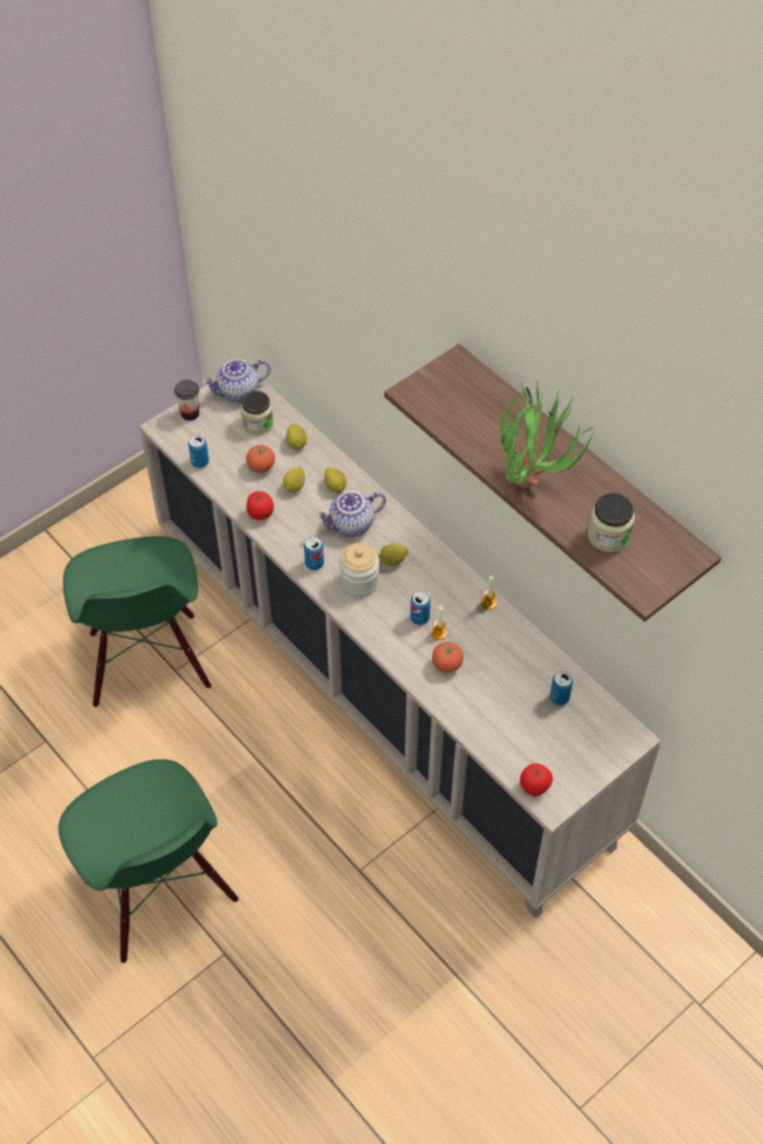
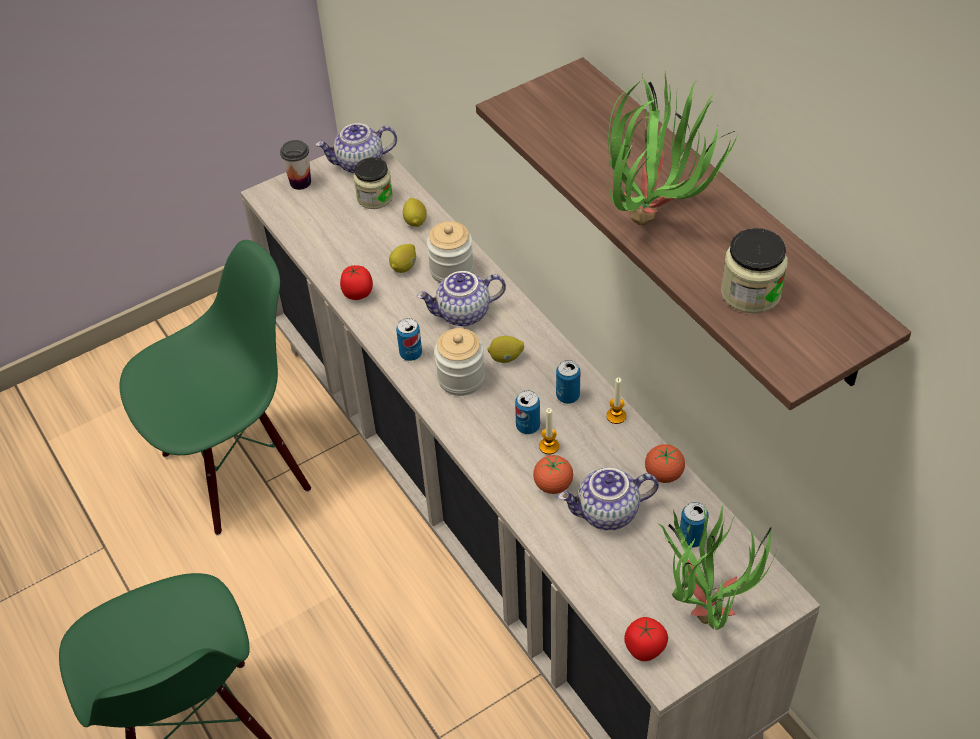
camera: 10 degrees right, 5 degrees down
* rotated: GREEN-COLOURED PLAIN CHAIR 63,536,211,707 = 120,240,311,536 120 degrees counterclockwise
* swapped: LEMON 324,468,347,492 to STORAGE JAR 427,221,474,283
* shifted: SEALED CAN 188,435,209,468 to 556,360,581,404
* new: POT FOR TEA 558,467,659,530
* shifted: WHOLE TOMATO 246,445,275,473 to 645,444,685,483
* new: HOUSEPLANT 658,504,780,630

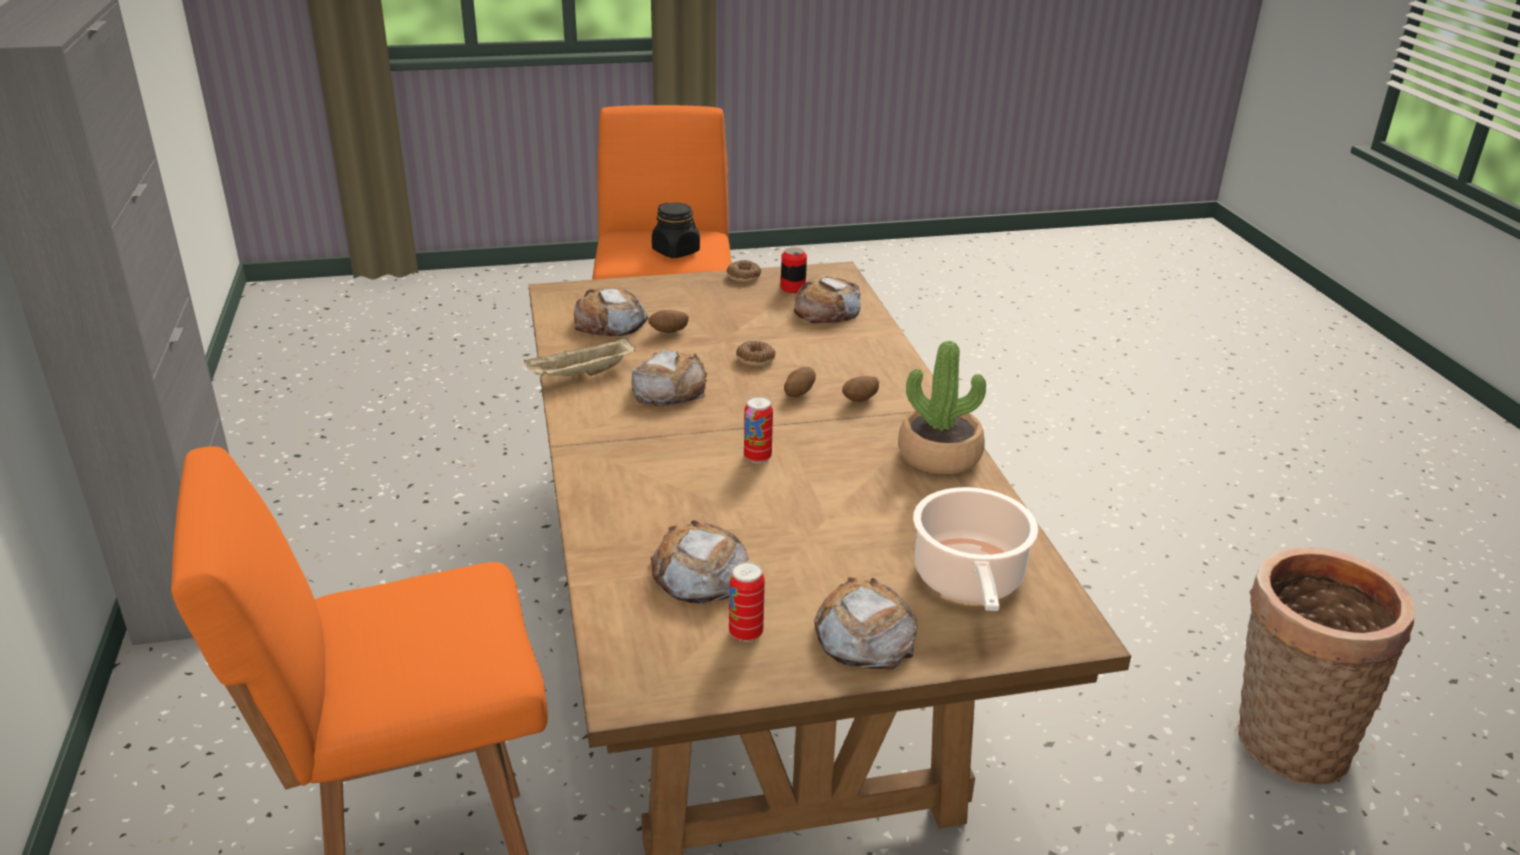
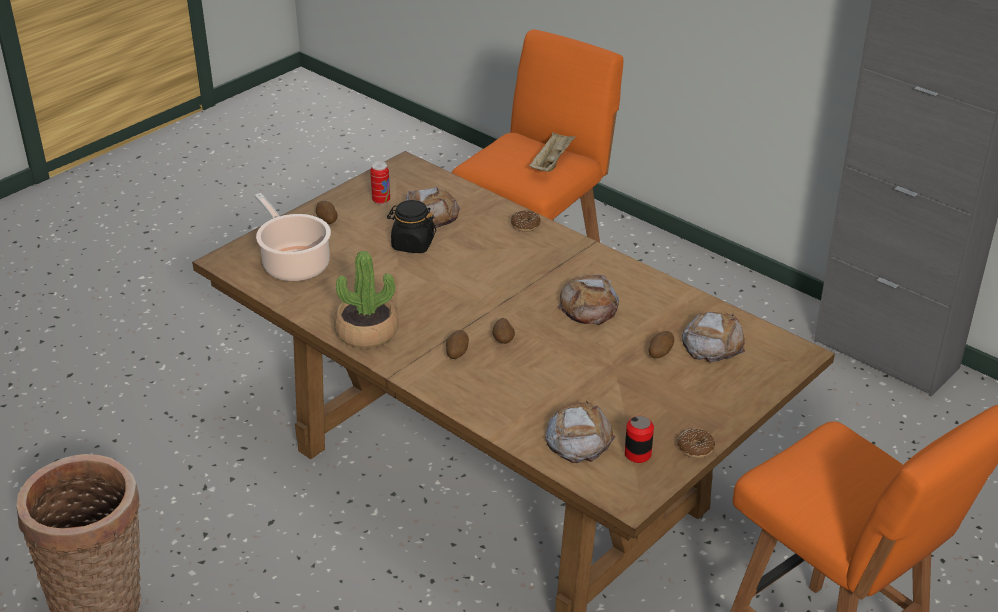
camera: 145 degrees right, 5 degrees up
* swapped: BAKERY BREAD 814,577,918,670 to POTATO 316,201,338,224
* shifted: BLACK STORAGE JAR 652,203,700,258 to 387,200,436,253
* shifted: DOUGHNUT 736,341,776,366 to 511,210,541,232
* shifted: BEIGE TRAY 524,336,636,376 to 529,132,576,172
* gone: SEALED CAN 744,396,773,463

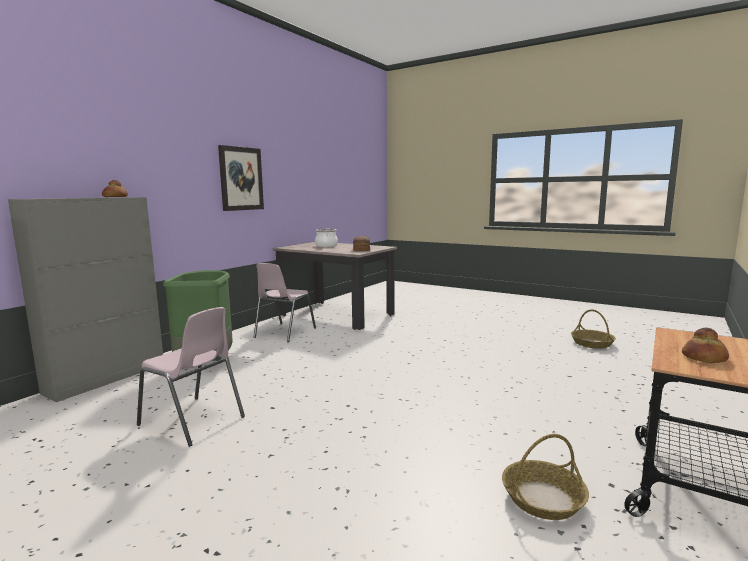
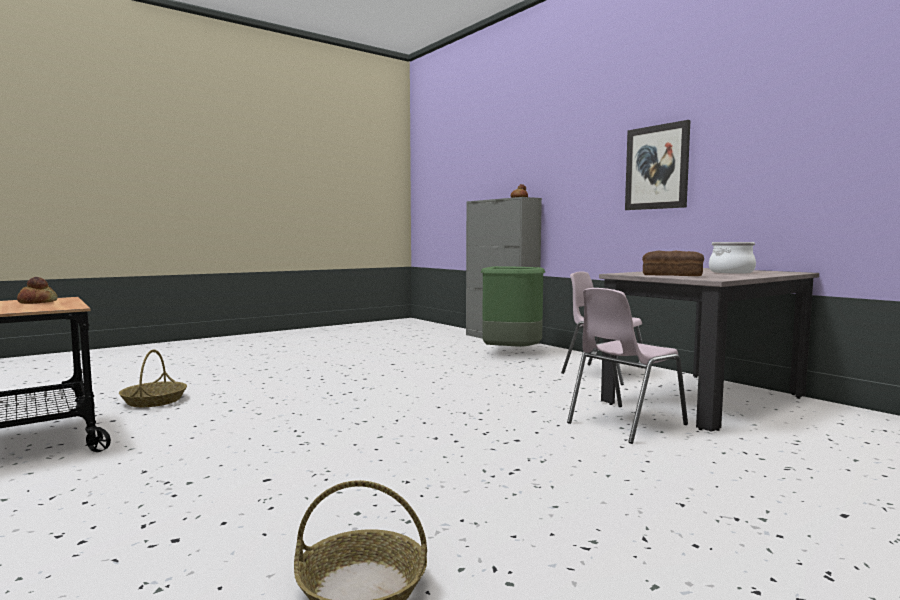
camera: 110 degrees right, 5 degrees down
* shifted: PINK-COLOURED PLAIN CHAIR 137,307,245,447 to 567,288,688,444

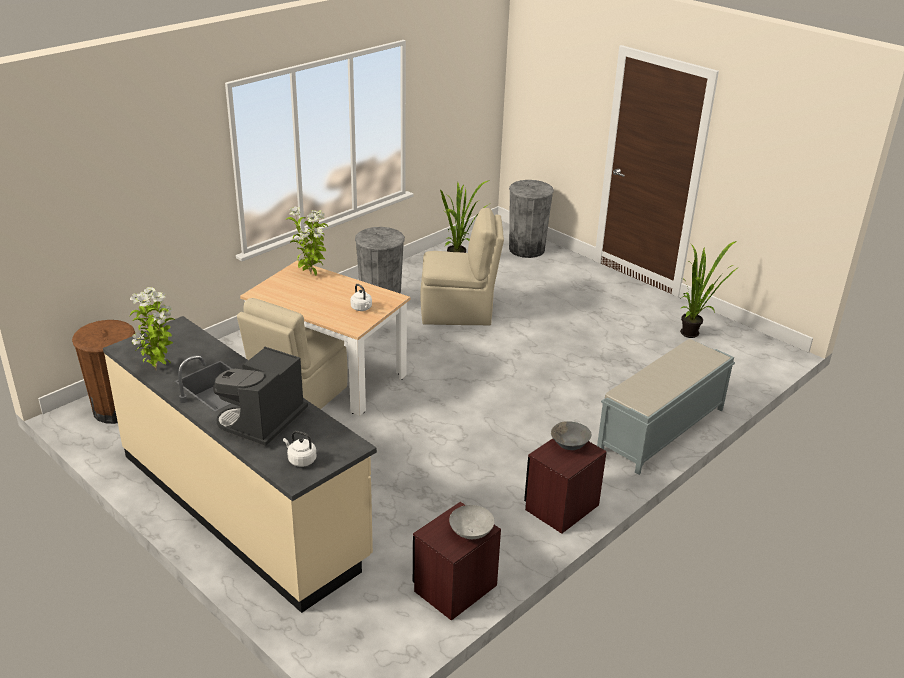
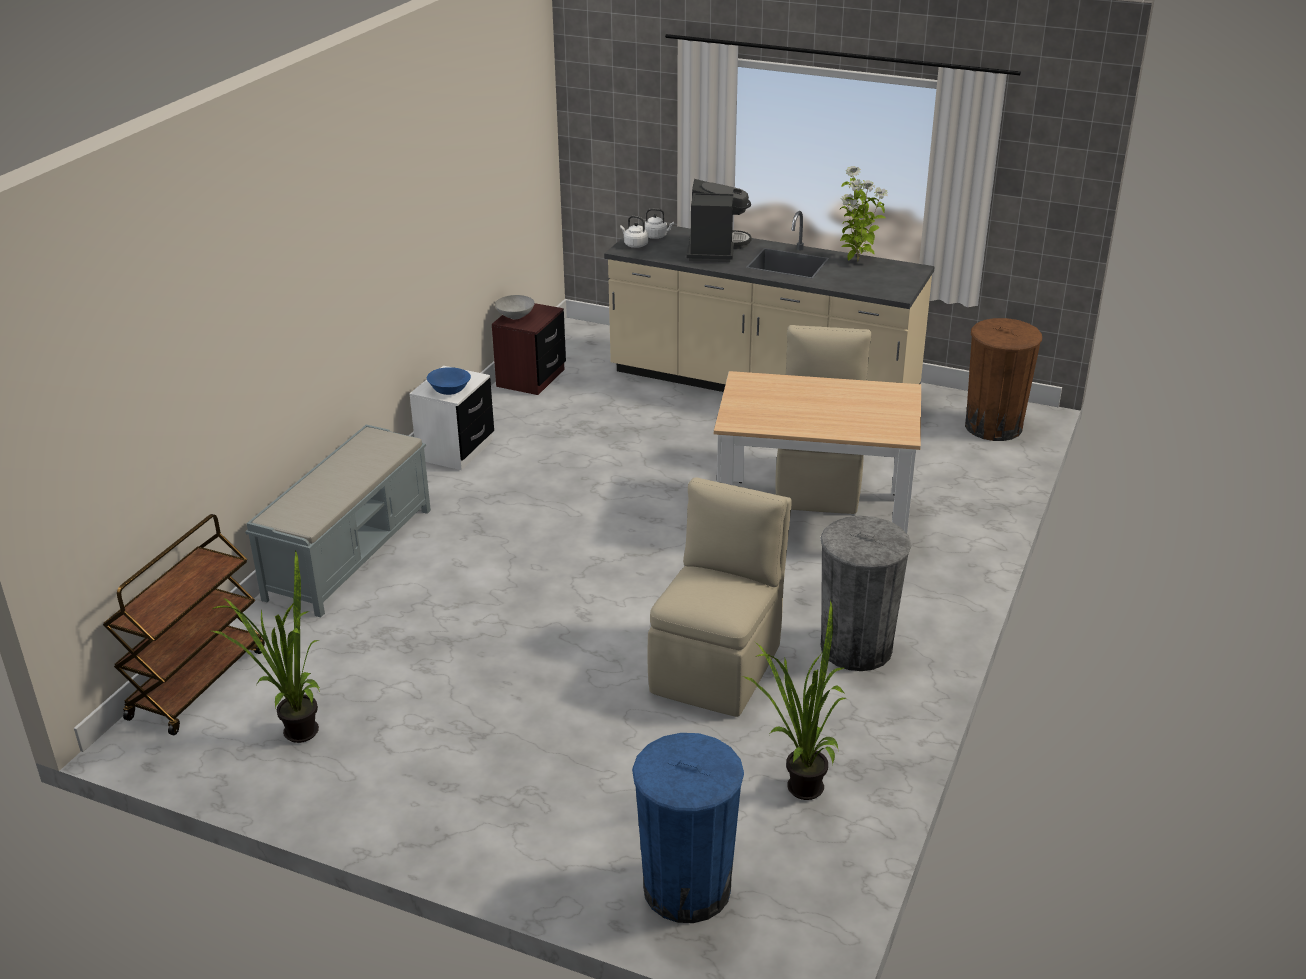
camera: 160 degrees right, 0 degrees up
* new: BROWN TROLLEY 103,514,265,735
* repainted: BROWN BEDSIDE TABLE 524,438,607,534 to WHITE-COLOURED BEDSIDE TABLE 410,366,494,470
* repainted: GRAY SERVING BOWL 551,421,591,450 to BLUISH SERVING BOWL 427,367,471,395
* shifted: WHITE-COLOURED WATER KETTLE 350,284,372,311 to 620,216,648,248
* repainted: GRAY RUBBISH BIN 509,180,554,258 to BLUISH RUBBISH BIN 632,733,744,923
* rotated: BEIGE PLAIN CHAIR 420,208,504,325 = 648,477,792,717 135 degrees clockwise
* gone: HOUSEPLANT 287,207,328,276

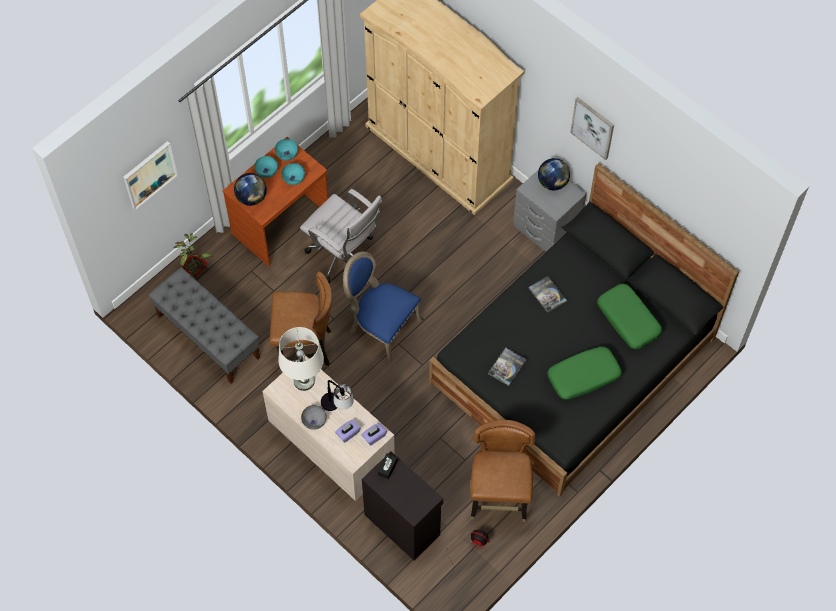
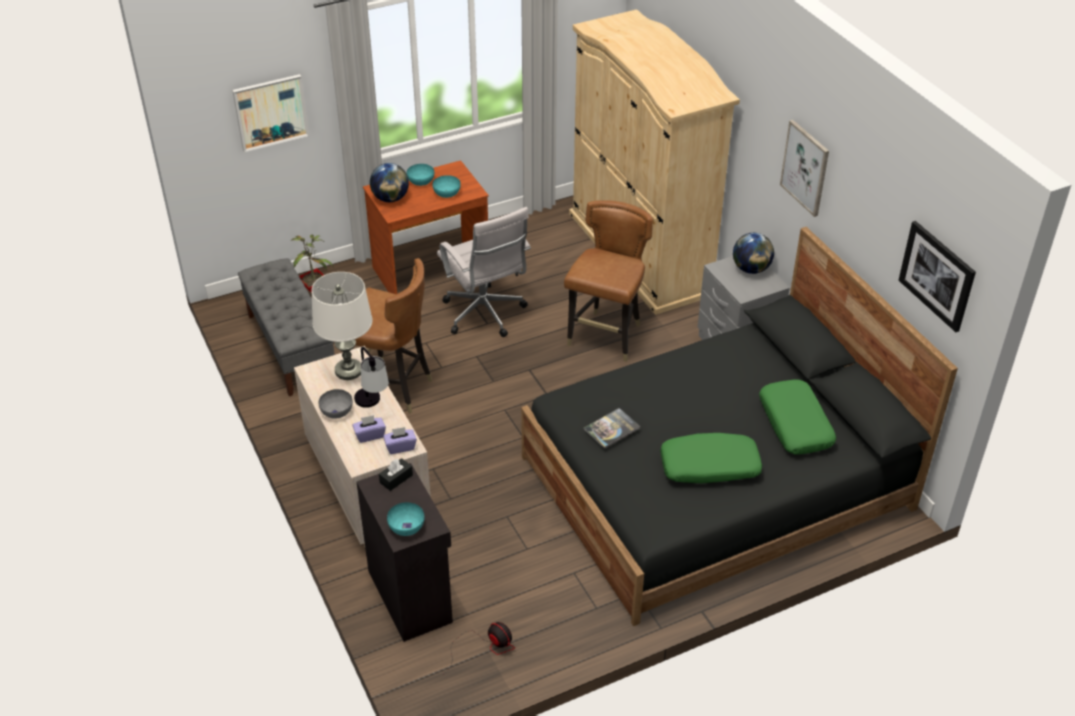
camera: 20 degrees right, 20 degrees down
* shifted: TURQUOISE SERVING BOWL 275,139,298,161 to 387,502,424,536
* shifted: BROWN PLAIN CHAIR 471,420,535,522 to 564,200,653,362
* new: PICTURE 898,221,976,332
* gone: BLUISH PLAIN CHAIR 343,252,422,363
* gone: BOOK 528,276,567,313

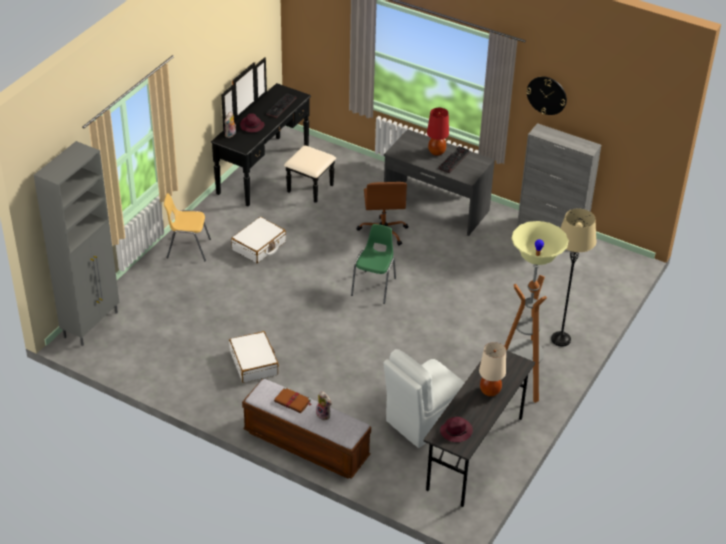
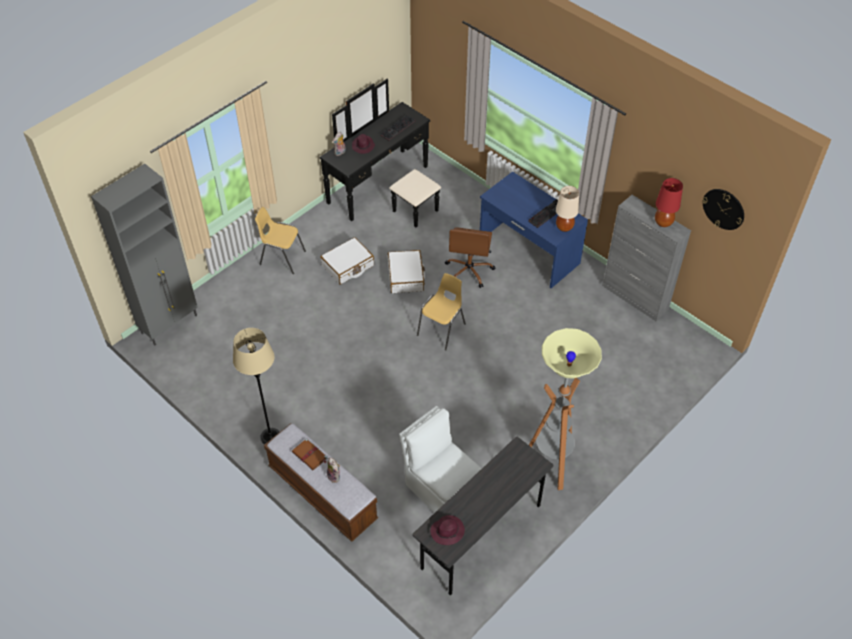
camera: 15 degrees right, 10 degrees up
* shifted: BEIGE STANDARD LAMP 551,208,596,347 to 233,328,279,444
* shifted: WHITE-COLOURED SUITCASE 229,331,279,383 to 388,250,425,293
* rotated: WHITE-COLOURED PLAIN CHAIR 383,349,465,448 = 399,406,481,513 75 degrees clockwise
* repainted: GREEN-COLOURED PLAIN CHAIR 351,224,396,304 to YELLOW PLAIN CHAIR 417,273,466,351
* repainted: GRAY DESK 384,129,495,236 to BLUISH DESK 480,171,588,288
* shifted: BEIGE LAMP FOR A TABLE 479,342,506,397 to 556,186,579,232
* shifted: REDDISH LAMP FOR A TABLE 427,108,449,156 to 655,178,683,227
* shifted: HANGING CLOCK 526,76,567,115 to 702,189,744,230

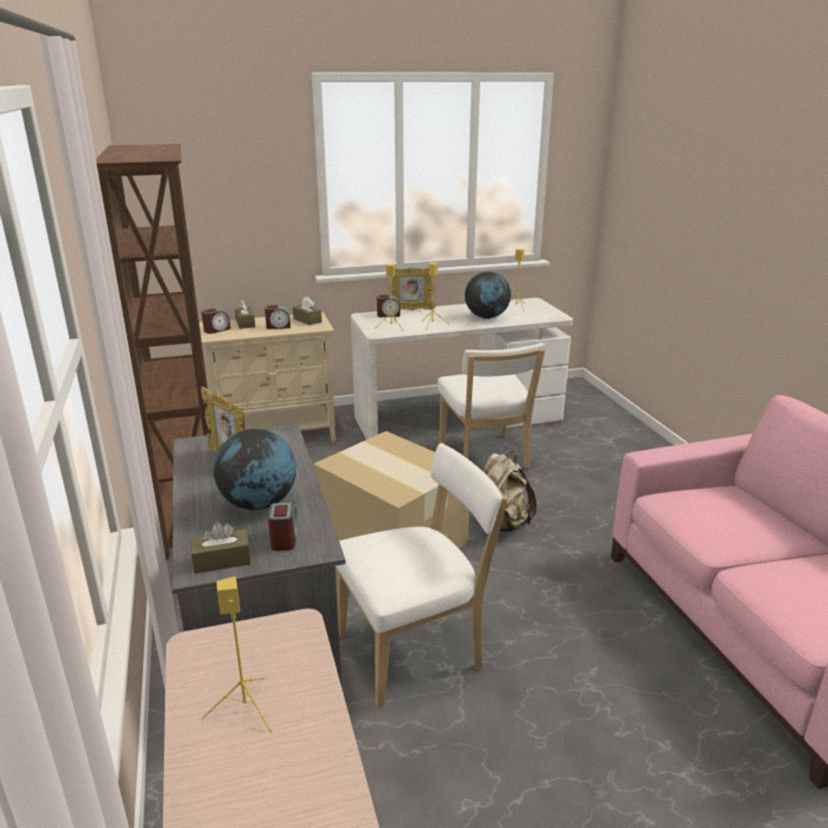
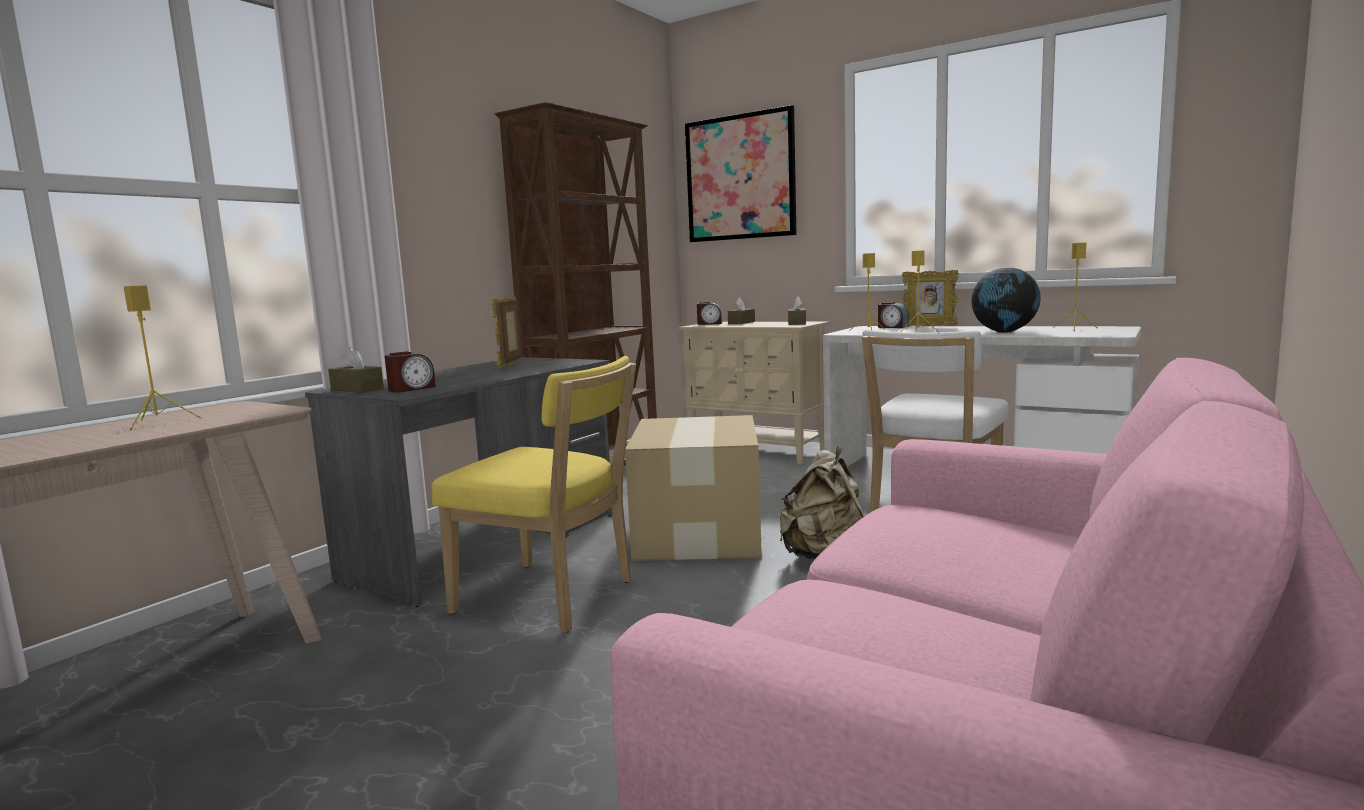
camera: 50 degrees right, 15 degrees down
* repainted: WHITE-COLOURED PLAIN CHAIR 336,443,508,708 to YELLOW PLAIN CHAIR 432,356,636,633
* new: PICTURE 685,105,796,242
* gone: DESK GLOBE 213,429,296,510
* gone: TABLE CLOCK 265,305,291,329

